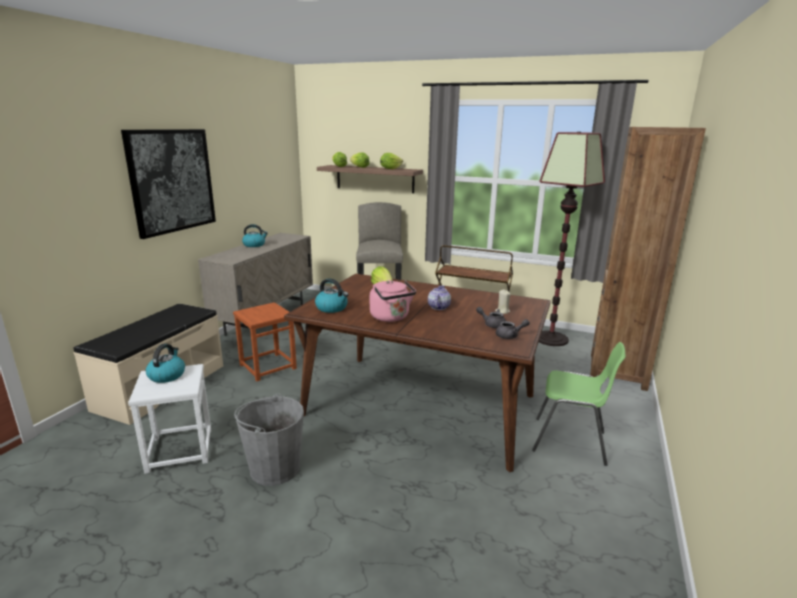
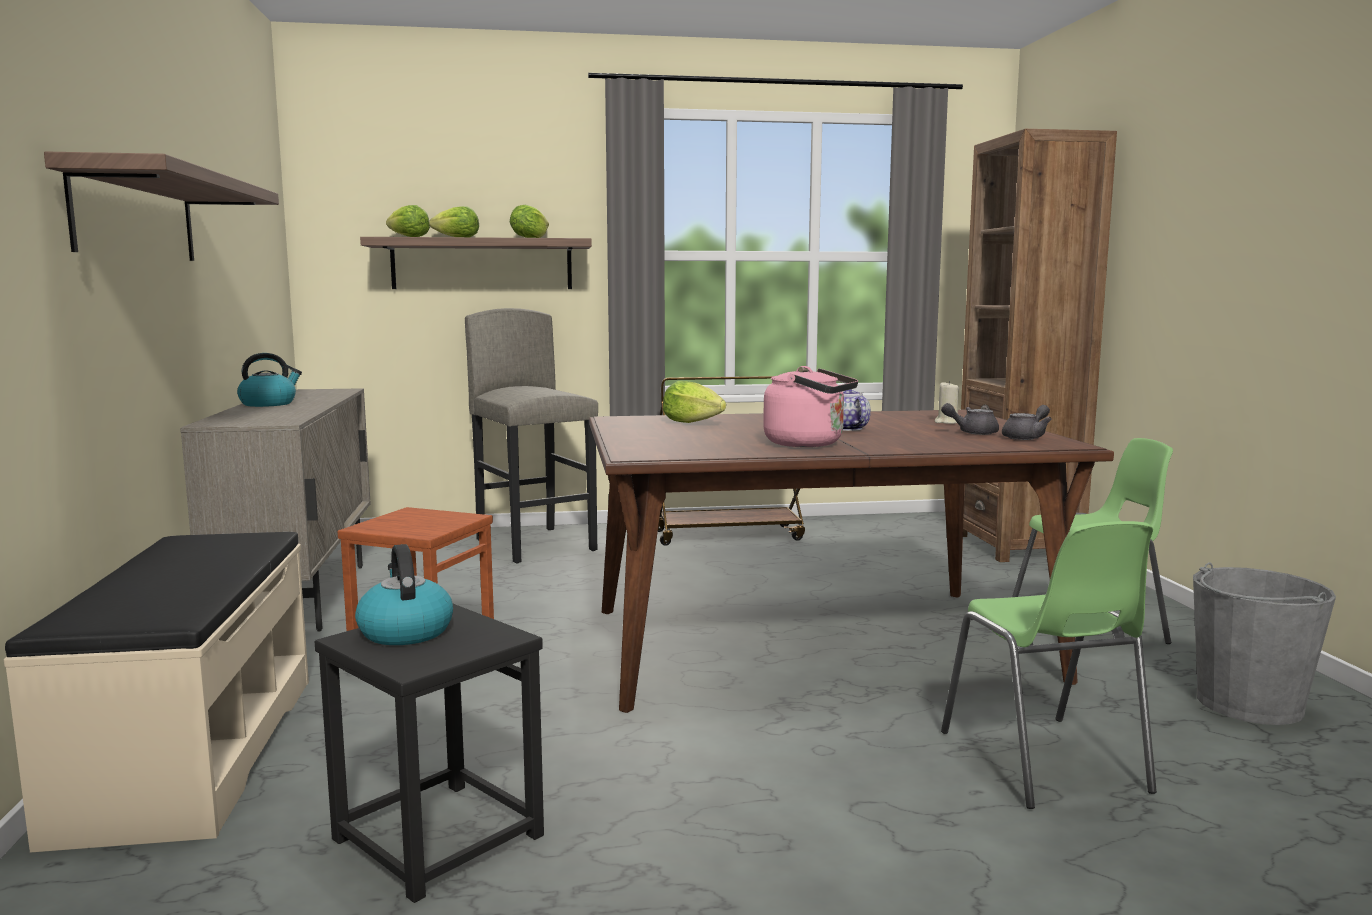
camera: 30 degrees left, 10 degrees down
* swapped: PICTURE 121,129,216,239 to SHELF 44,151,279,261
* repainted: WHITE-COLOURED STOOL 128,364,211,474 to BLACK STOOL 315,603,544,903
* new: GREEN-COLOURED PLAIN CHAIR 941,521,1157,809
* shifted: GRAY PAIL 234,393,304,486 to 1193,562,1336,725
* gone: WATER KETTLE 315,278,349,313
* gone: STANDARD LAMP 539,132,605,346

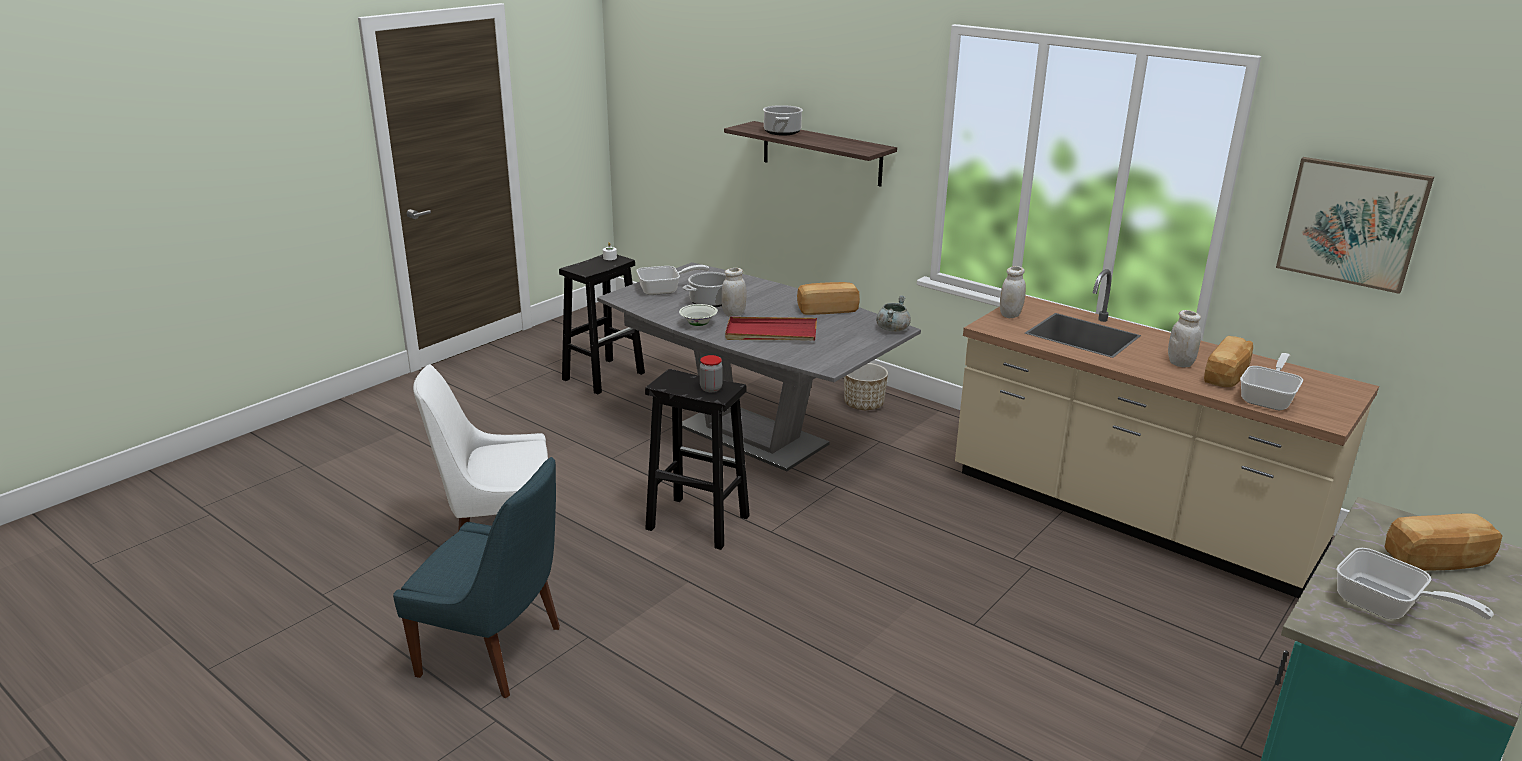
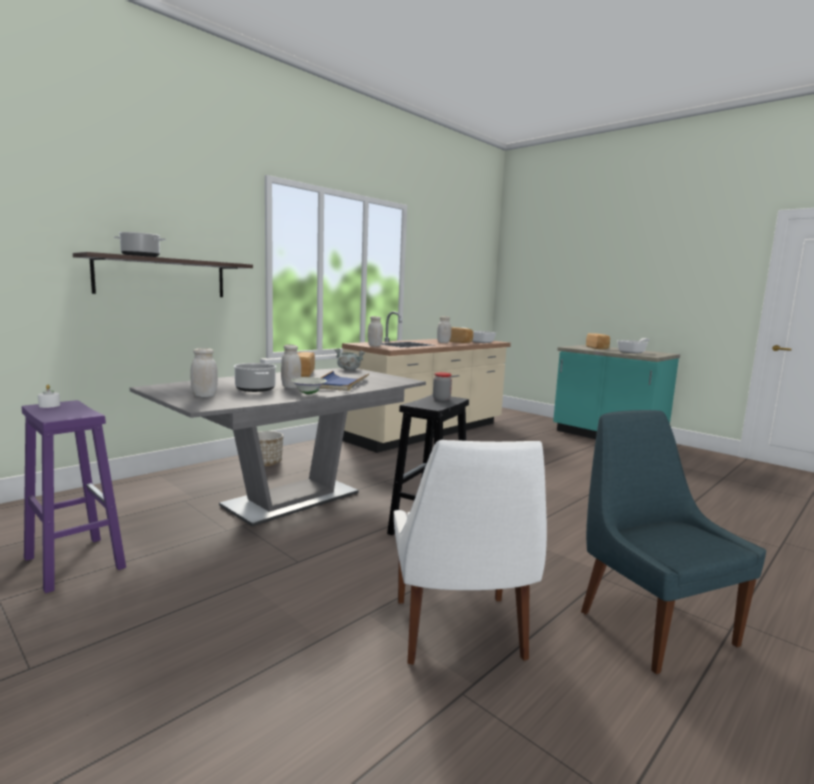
camera: 85 degrees left, 15 degrees down
* repainted: BLACK STOOL 559,254,645,395 to PURPLE-COLOURED STOOL 22,400,126,593
* swapped: FRYING PAN 636,265,709,295 to WHITE-COLOURED STORAGE JAR 190,348,218,397
* repainted: REDDISH TRAY 725,317,817,340 to BLUISH TRAY 320,371,370,391
* rotated: BLUISH PLAIN CHAIR 393,457,560,698 = 581,410,766,674 45 degrees counterclockwise
* gone: PICTURE 1276,157,1434,294

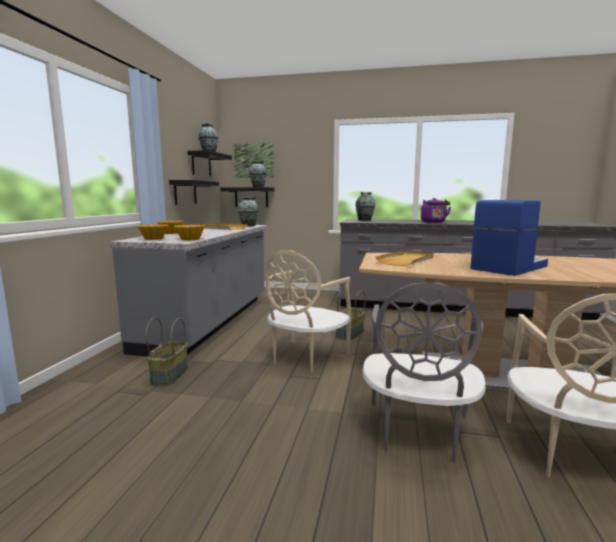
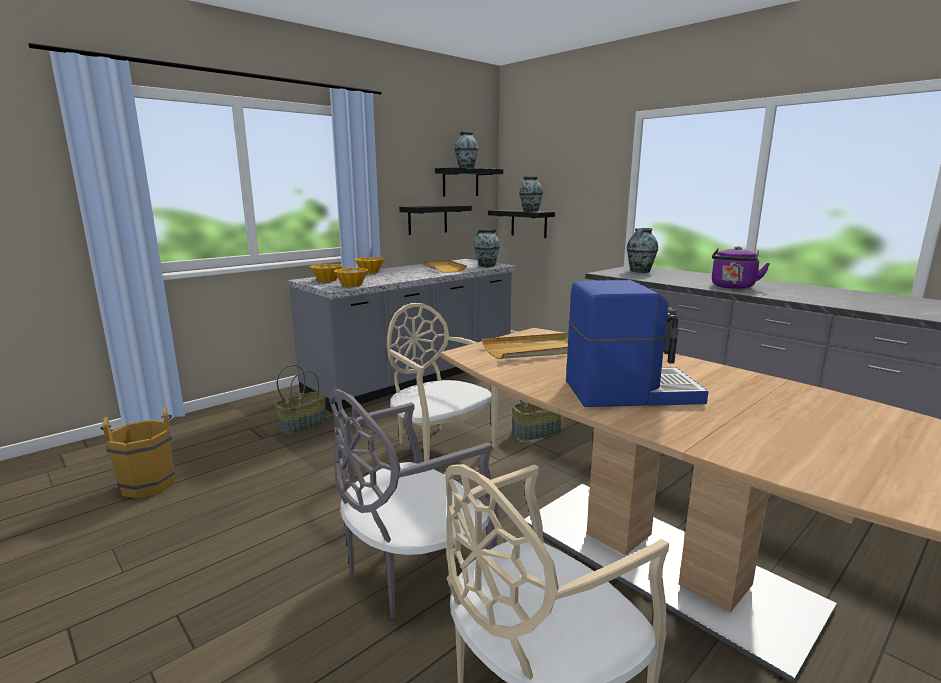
camera: 35 degrees right, 5 degrees up
* new: BROWN PAIL 100,407,175,499
* rotated: BEIGE PLAIN CHAIR 266,250,352,373 = 387,303,498,461 75 degrees clockwise
* gone: PICTURE 234,143,274,178

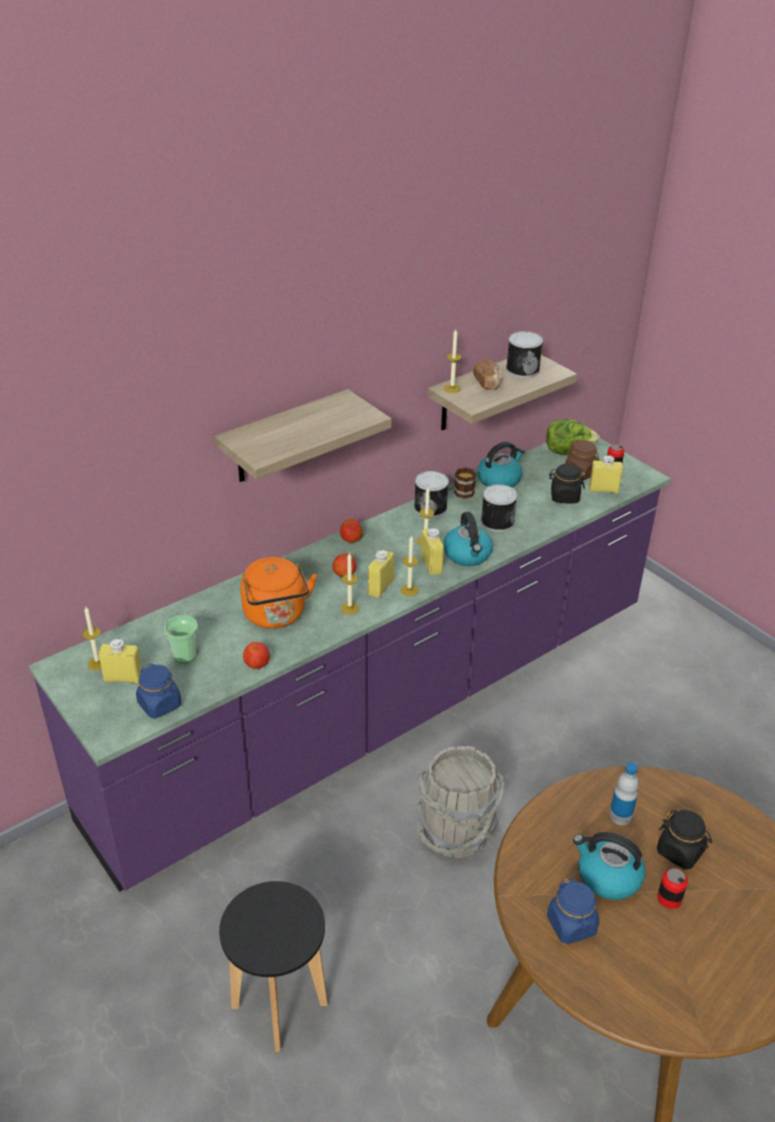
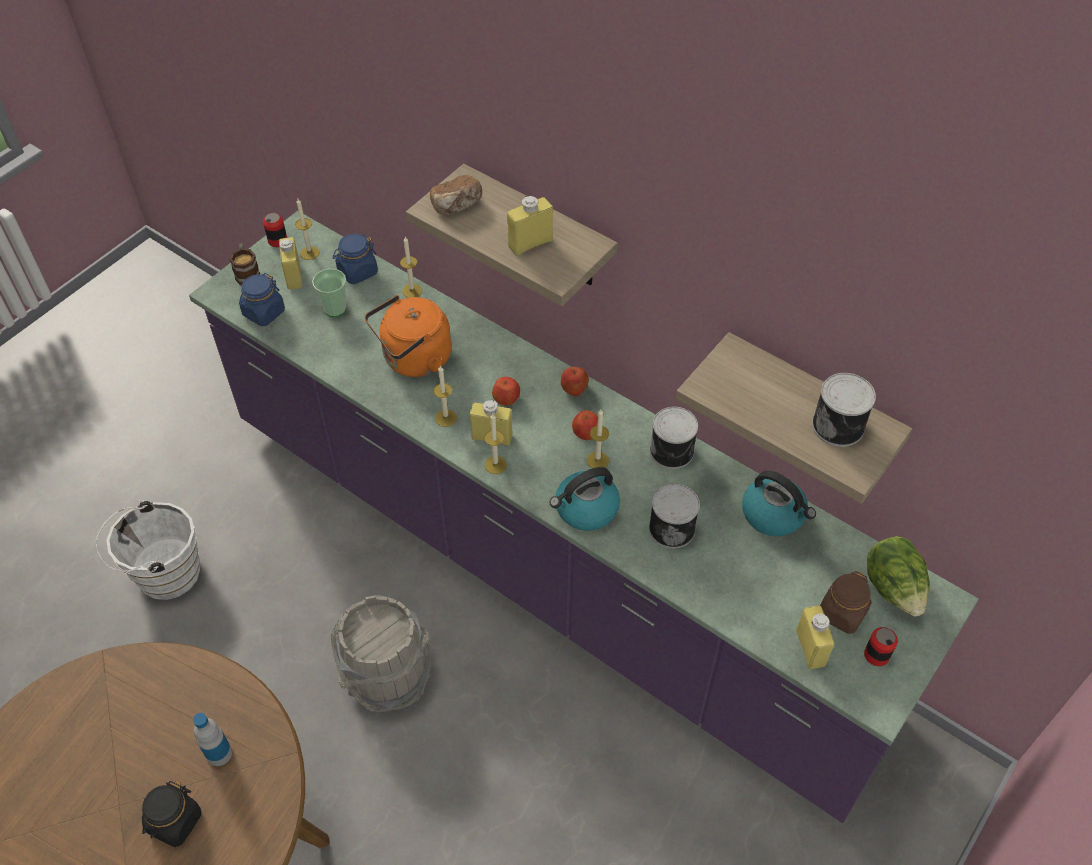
camera: 75 degrees right, 15 degrees up
* swapped: BLACK STOOL 219,881,328,1052 to WHITE-COLOURED PAIL 95,500,200,600
* shifted: TEA MUG 446,467,476,499 to 229,244,261,285
* shifted: SEALED CAN 657,868,688,909 to 263,213,287,247
* shifted: BLUISH STORAGE JAR 547,878,599,944 to 332,234,378,284
* shifted: CANDLE 444,329,462,393 to 400,237,422,298
* shifted: BAKERY BREAD 473,359,503,390 to 430,175,482,215
* shifted: YELLOW DRINK BOTTLE 421,528,444,575 to 507,196,553,256
* shifted: APPLE FRUIT 243,642,270,669 to 572,410,598,440
* gone: BLACK STORAGE JAR 549,464,585,504
* gone: WATER KETTLE 573,832,646,900

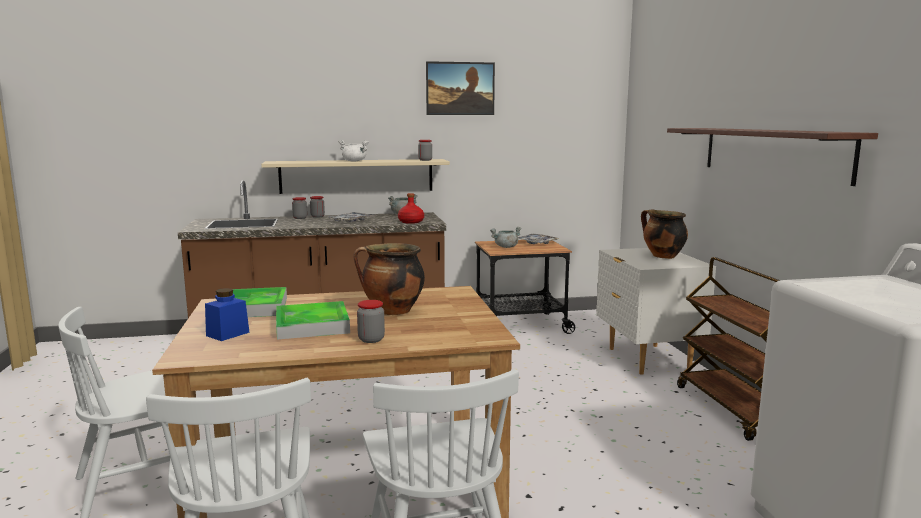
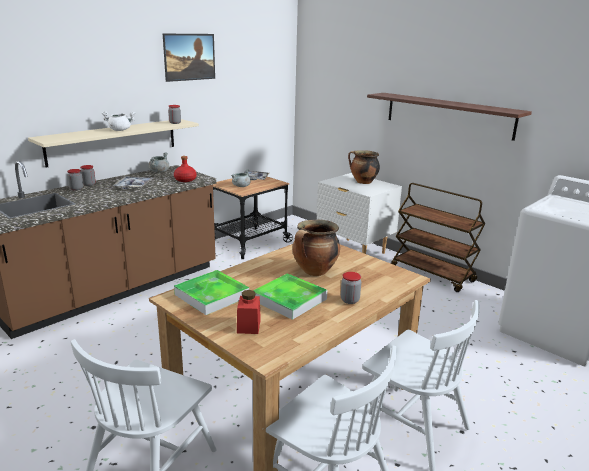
camera: 35 degrees left, 10 degrees up
* repainted: BLUISH STORAGE JAR 205,288,250,341 to REDDISH STORAGE JAR 237,290,261,334

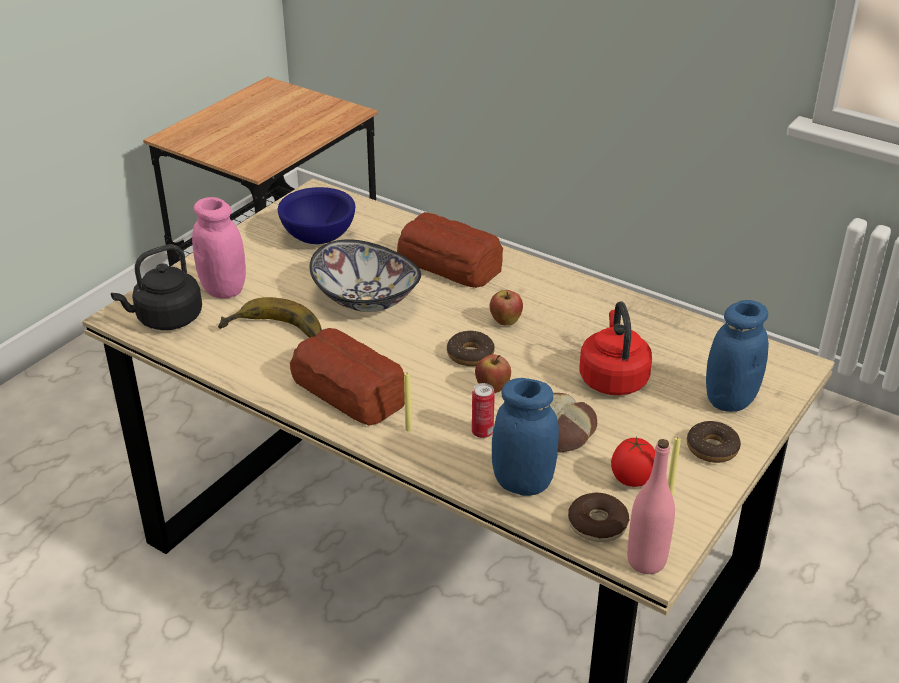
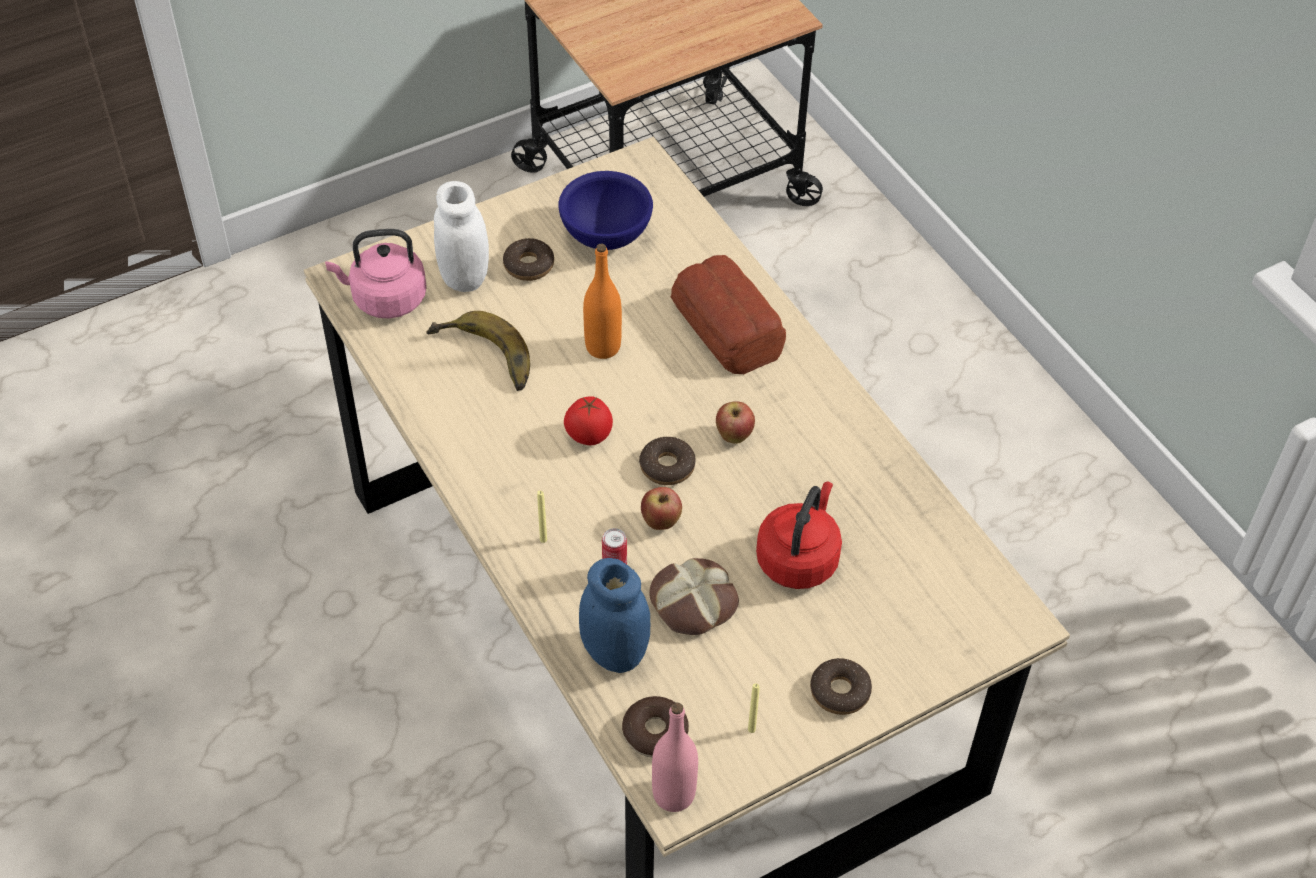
camera: 25 degrees right, 15 degrees up
* repainted: BLACK WATER KETTLE 111,244,202,330 to PINK-COLOURED WATER KETTLE 325,229,427,319
* repainted: PINK-COLOURED STORAGE JAR 192,197,246,298 to WHITE-COLOURED STORAGE JAR 434,181,489,292
* new: DOUGHNUT 503,238,554,281
* shifted: WHOLE TOMATO 611,436,655,487 to 564,396,613,445
* swapped: SERVING BOWL 309,239,421,312 to ORANGE DRINK BOTTLE 583,244,622,359
* gone: BAKERY BREAD 290,328,405,426
* gone: BLUISH STORAGE JAR 706,300,769,412

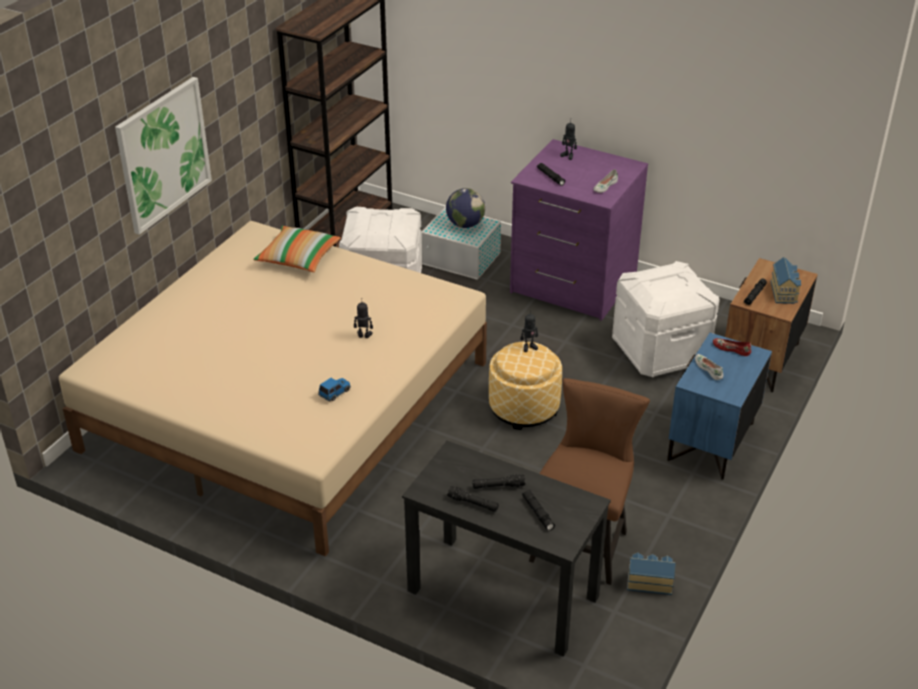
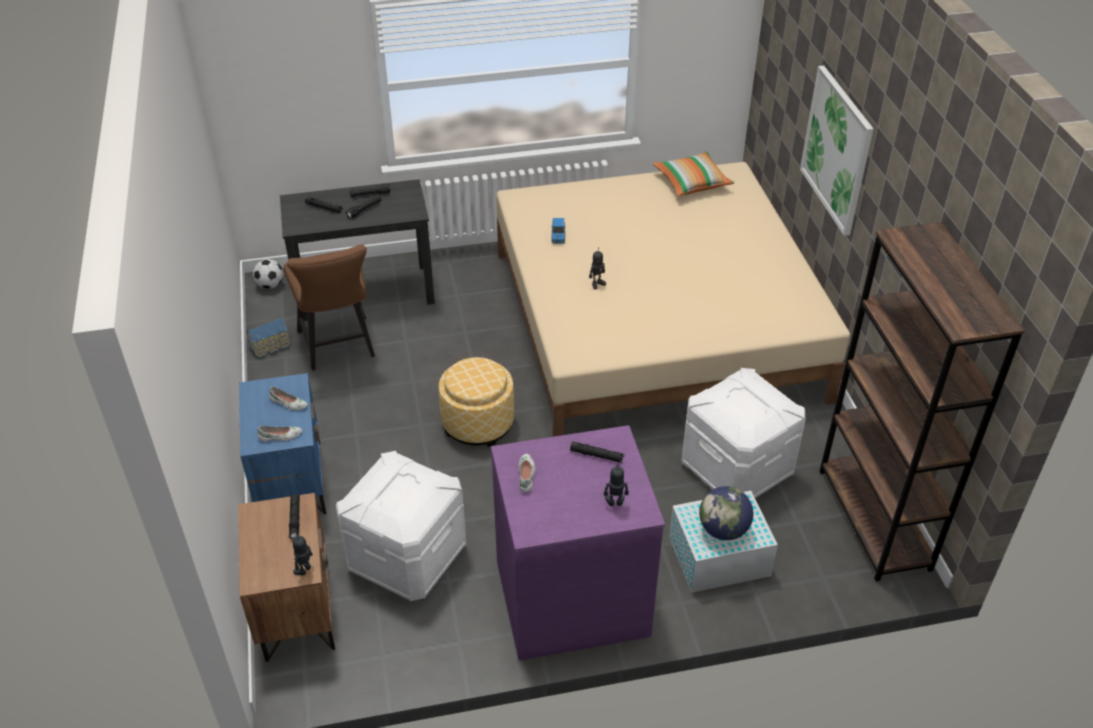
camera: 140 degrees right, 5 degrees up
* new: FOOTBALL 253,259,283,289
* repainted: REDDISH ITEM OF FOOTWEAR 713,338,751,356 to WHITE-COLOURED ITEM OF FOOTWEAR 258,426,302,442
* shifted: MODEL ROBOT 520,310,538,352 to 293,533,313,575
* shifted: THROW PILLOW 253,226,340,272 to 653,152,734,196
* gone: MINIATURE HOUSE 771,257,801,304

